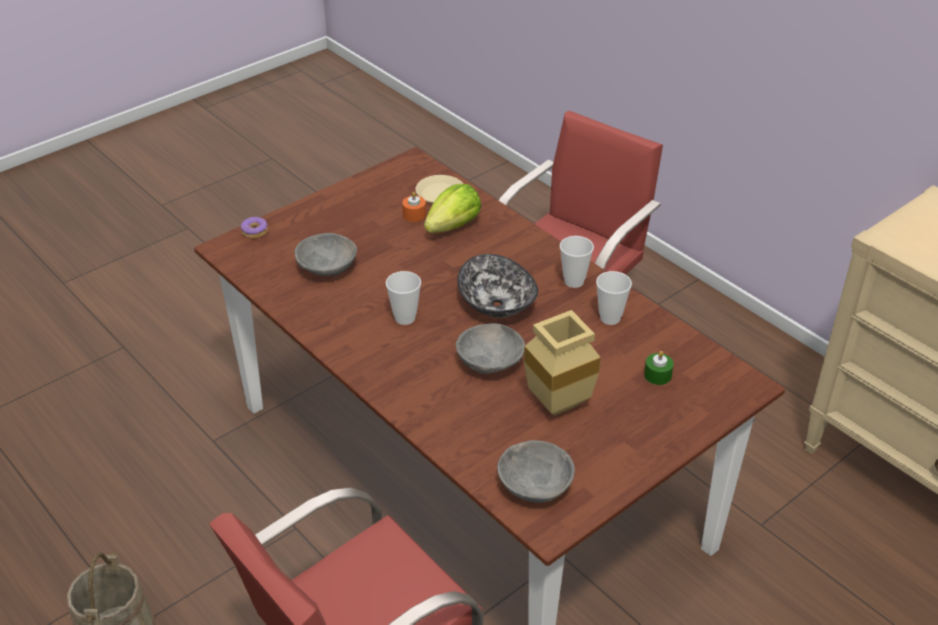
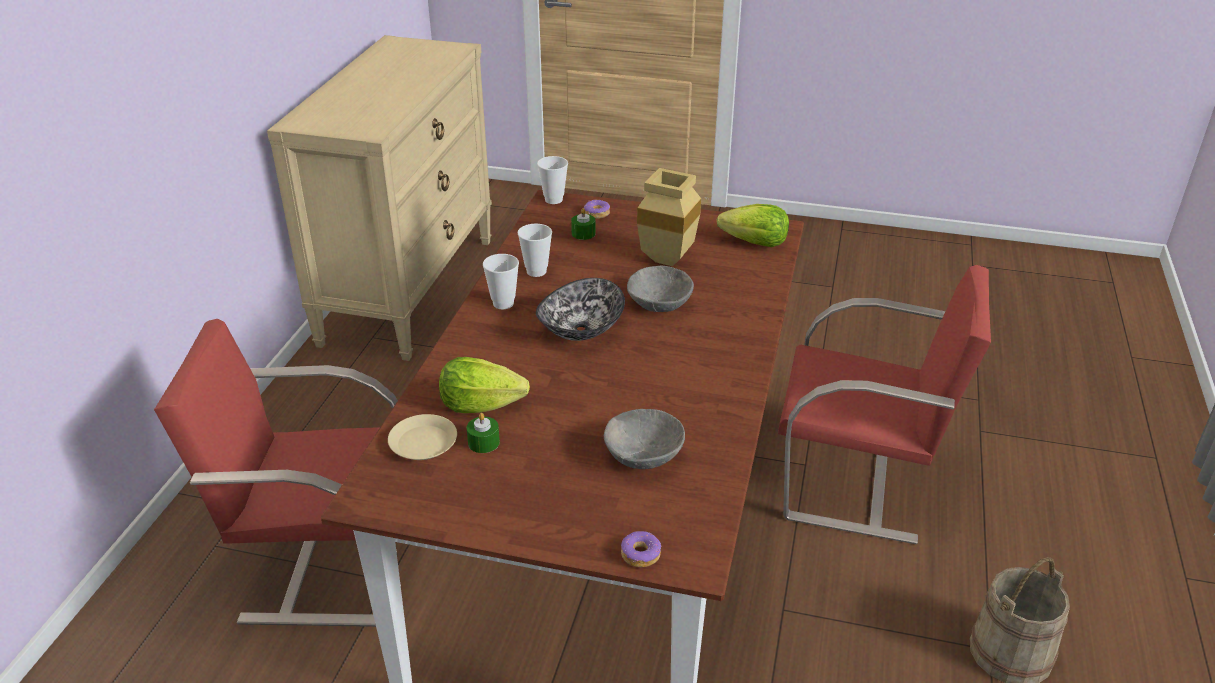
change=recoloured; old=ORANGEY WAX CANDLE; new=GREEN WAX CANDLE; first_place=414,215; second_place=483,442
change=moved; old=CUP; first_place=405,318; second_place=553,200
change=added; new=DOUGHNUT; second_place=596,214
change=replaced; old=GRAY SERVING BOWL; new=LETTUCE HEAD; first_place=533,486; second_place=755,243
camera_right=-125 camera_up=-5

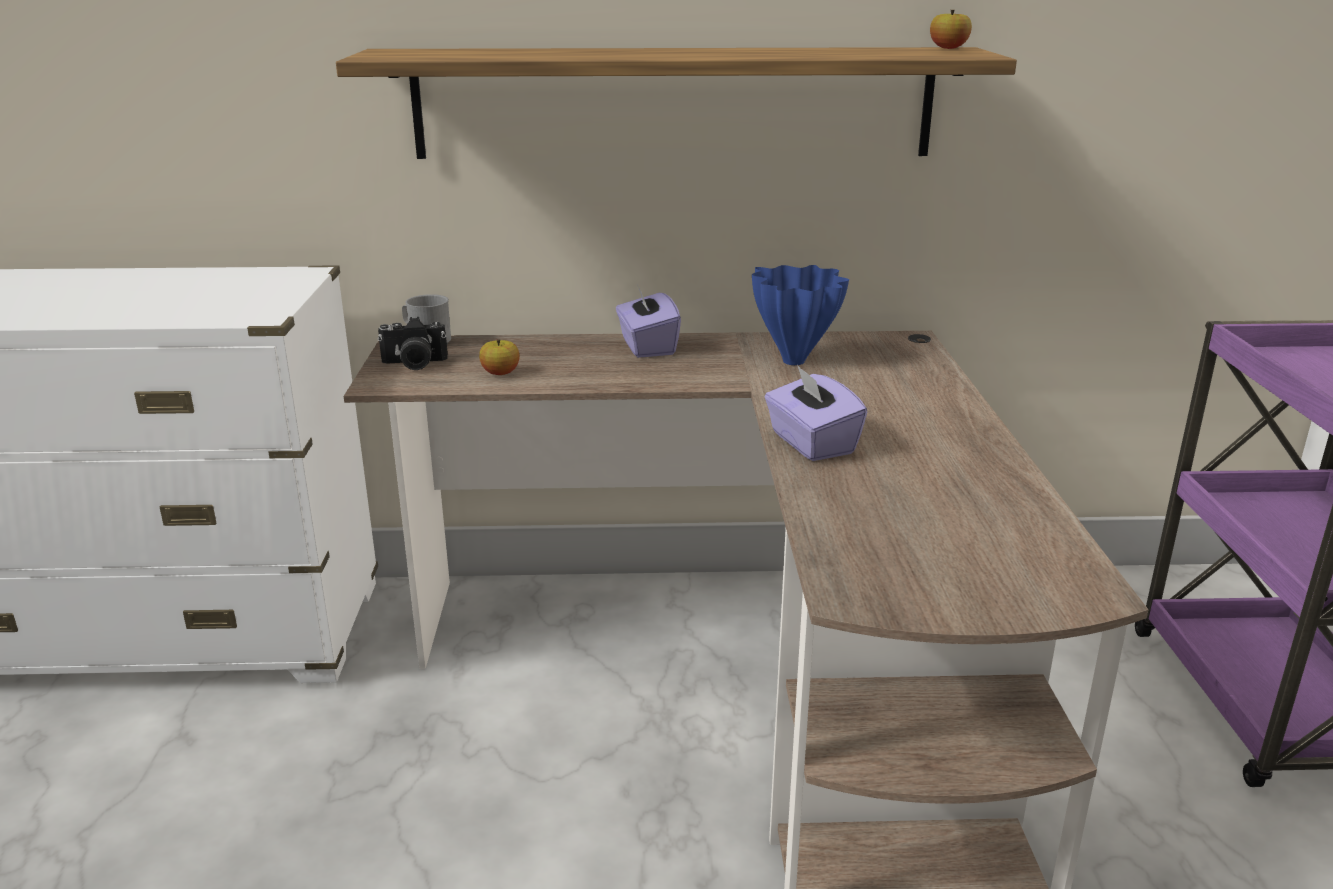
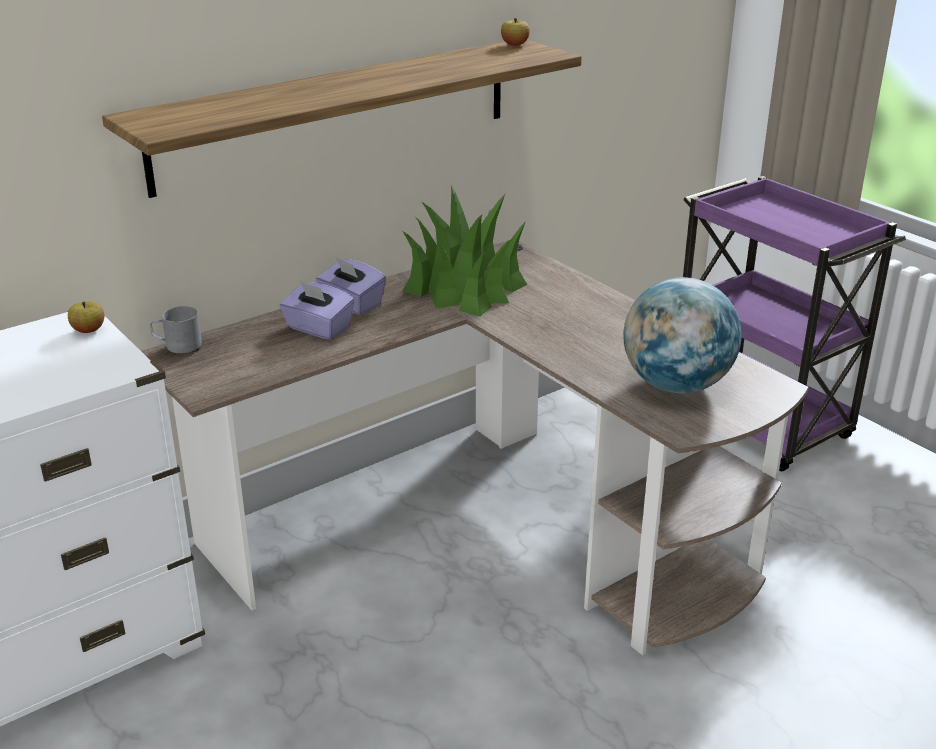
change=moved; old=APPLE; first_place=500,373; second_place=88,330
change=moved; old=PURPLISH TISSUE BOX; first_place=811,443; second_place=318,328
change=replaced; old=BLUE-COLOURED FLOWER VASE; new=POTTED PLANT; first_place=795,362; second_place=464,288
change=added; new=WORLD GLOBE; second_place=676,385
change=removed; old=STILL CAMERA; first_place=414,364
camera_right=-35 camera_up=5

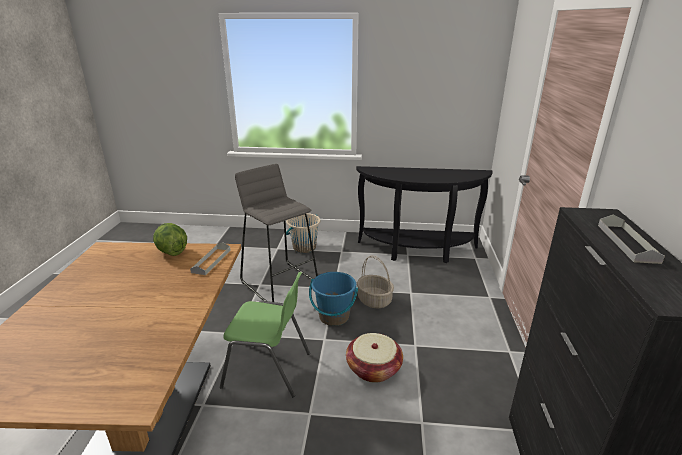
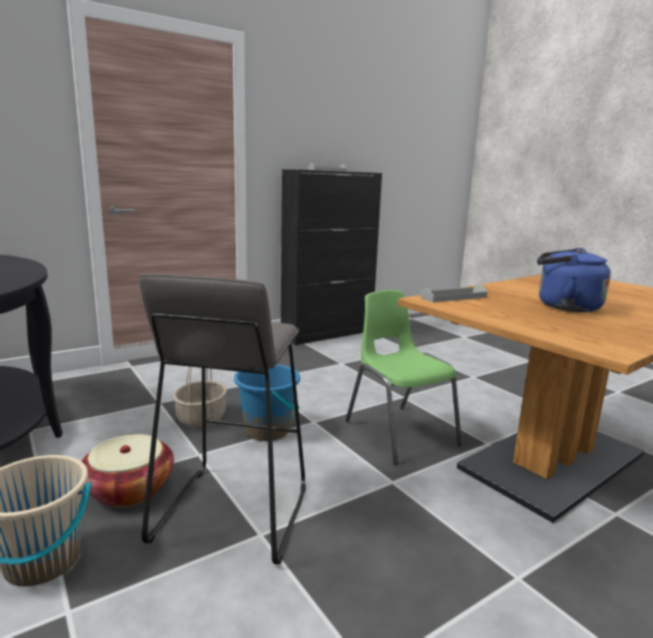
change=moved; old=STORAGE BASKET; first_place=373,368; second_place=129,489
change=added; new=BLUE-COLOURED TEA KETTLE; second_place=564,306
change=removed; old=LETTUCE HEAD; first_place=171,252
camera_right=-130 camera_up=-10

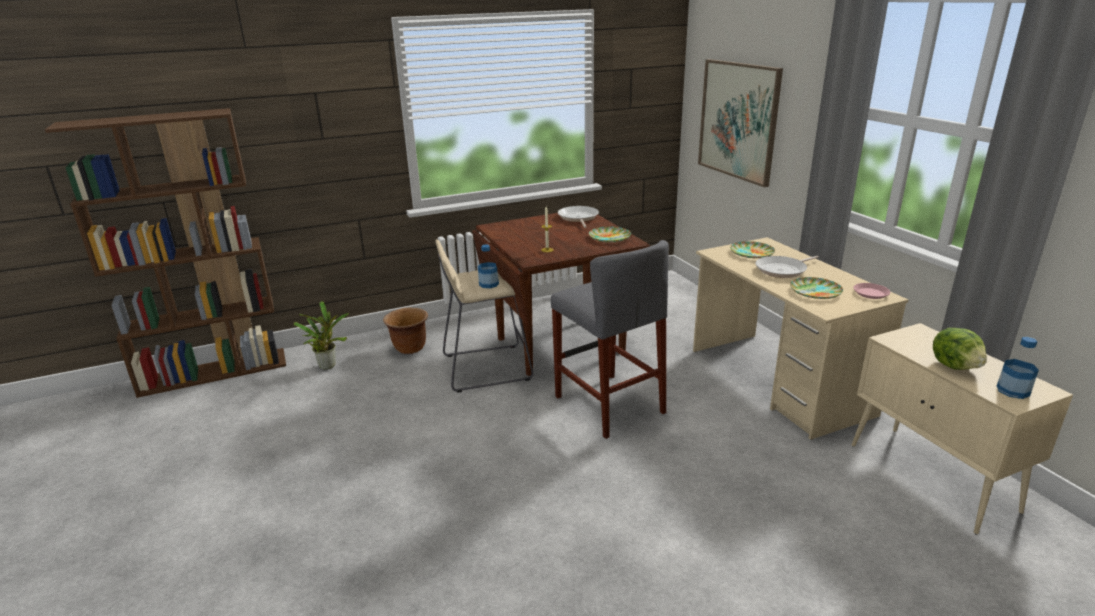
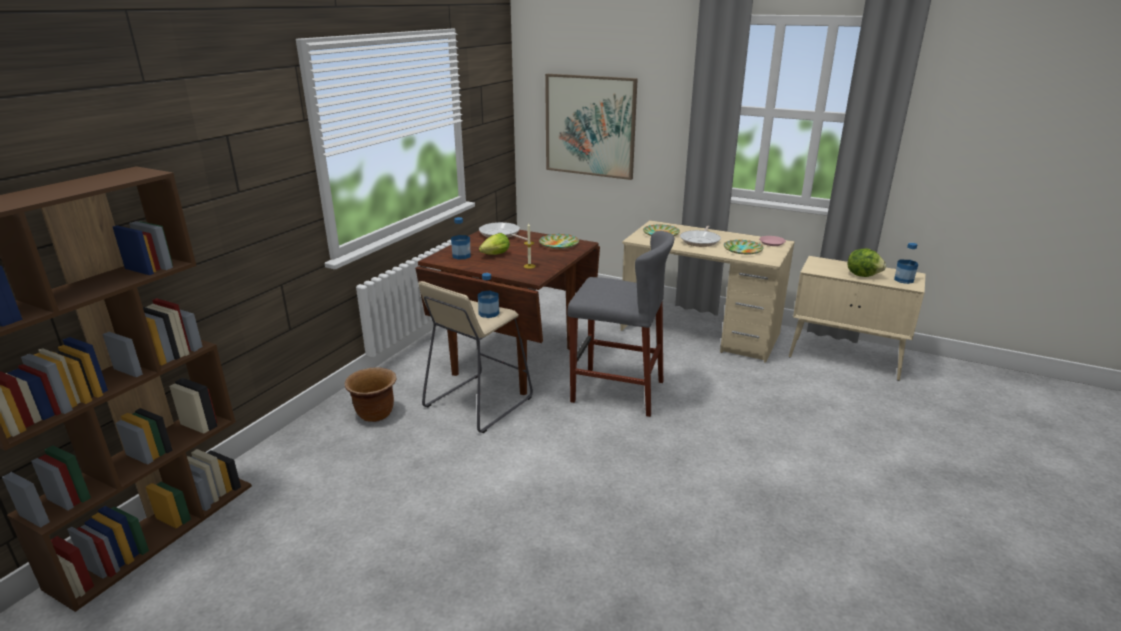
change=added; new=BEVERAGE BOTTLE; second_place=461,256
change=added; new=LETTUCE HEAD; second_place=494,255
change=removed; old=POTTED PLANT; first_place=328,364
camera_right=-40 camera_up=0

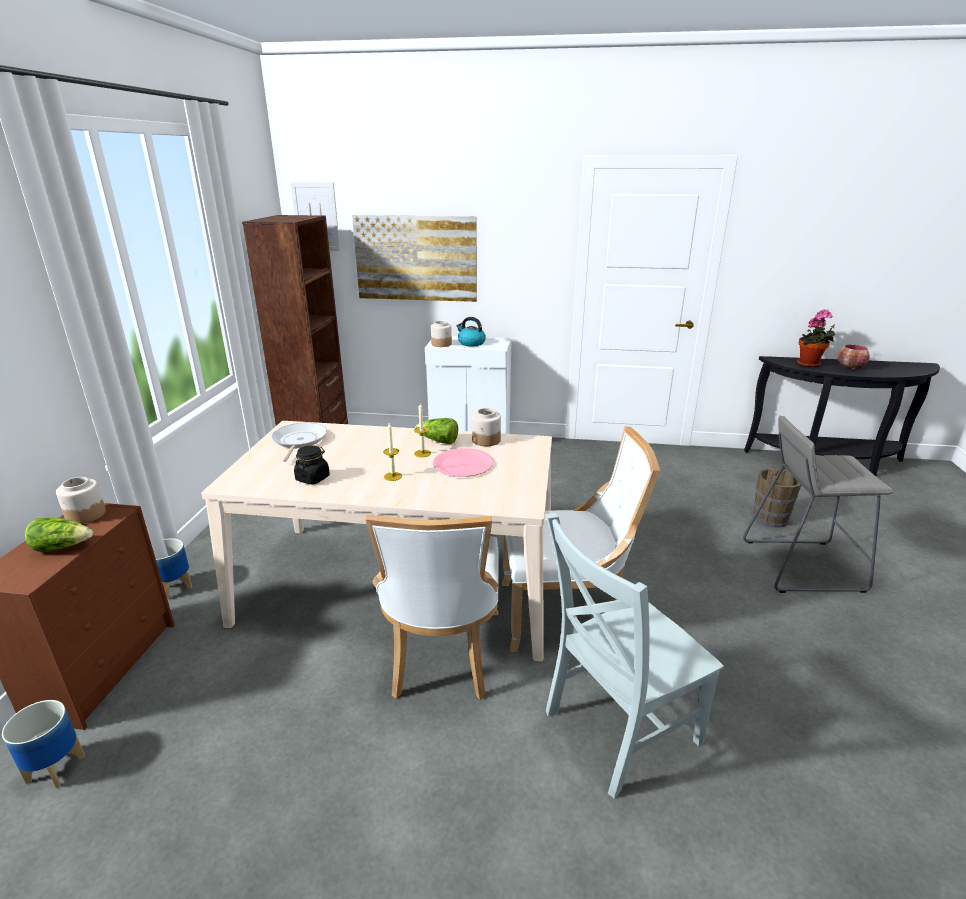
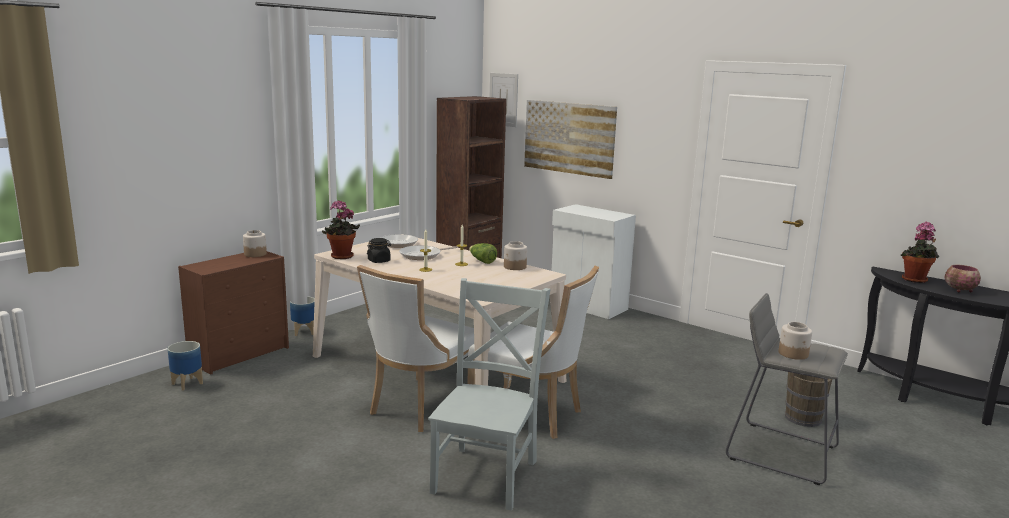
change=added; new=POTTED PLANT; second_place=341,257
change=added; new=SKILLET; second_place=422,255
change=turned; old=GRAY PLAIN CHAIR; first_place=616,729; second_place=487,474; degrees=105
change=moved; old=PRESERVE JAR; first_place=441,344; second_place=793,354
change=removed; old=LETTUCE HEAD; first_place=63,547
change=removed; old=PINK-COLOURED DINNER PLATE; first_place=463,464
change=removed; old=TEA KETTLE; first_place=471,343
camera_right=30 camera_up=-10

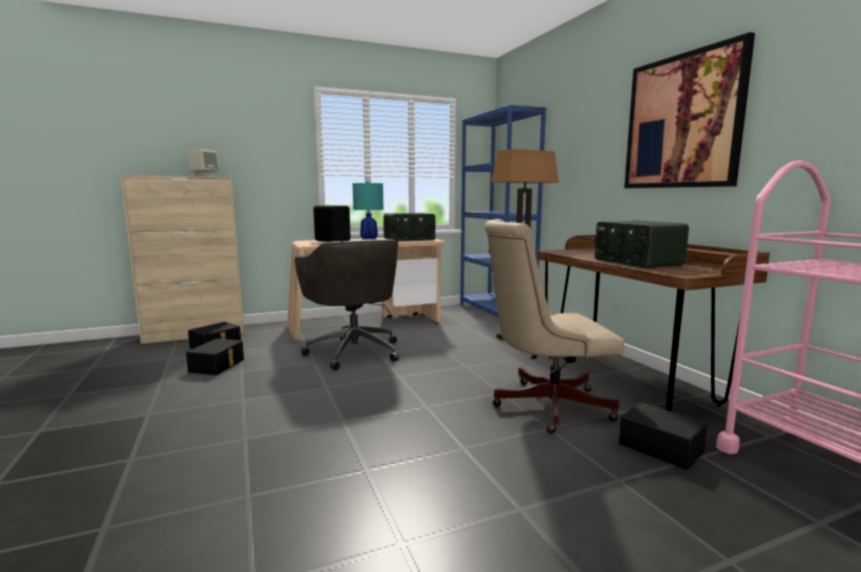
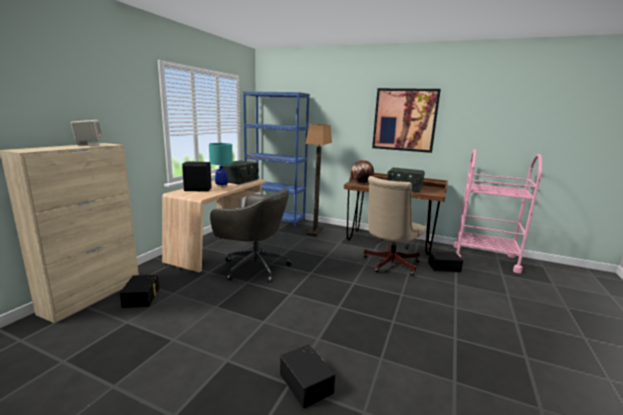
change=moved; old=BLACK-COLOURED STORAGE BIN; first_place=218,365; second_place=307,382
change=added; new=WORLD GLOBE; second_place=361,183
camera_right=-45 camera_up=5

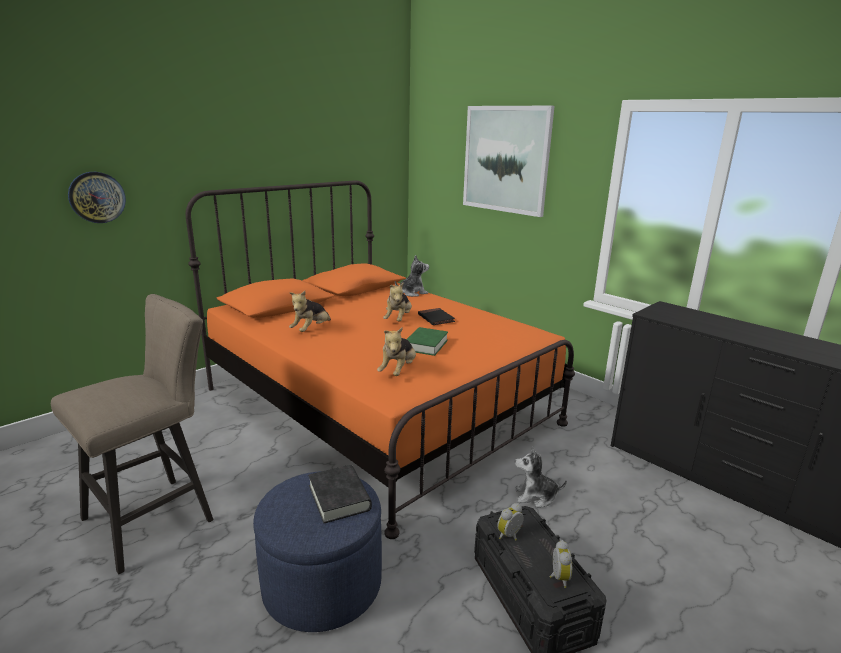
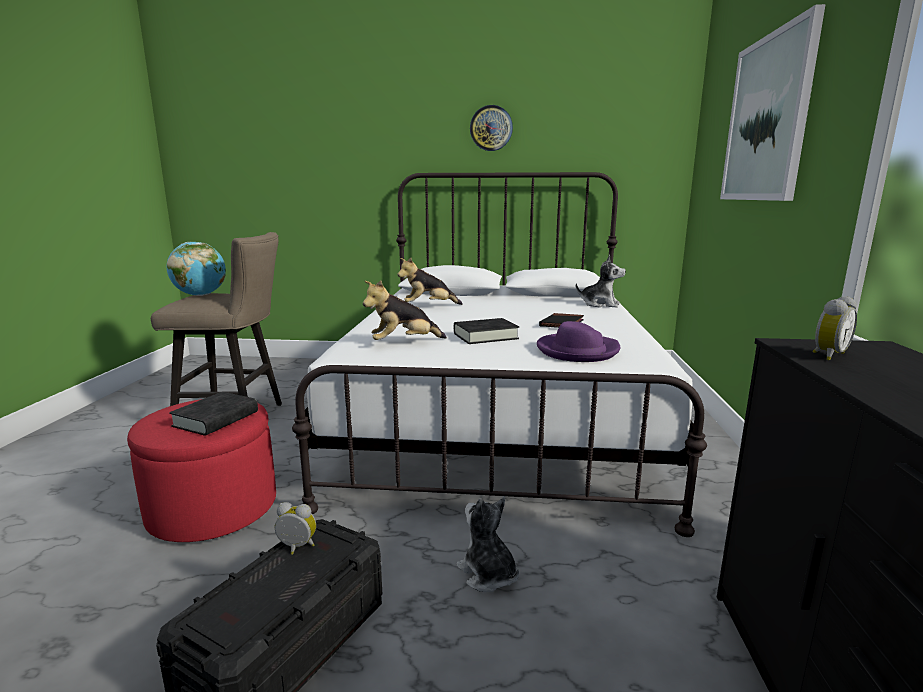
change=recoloured; old=BLUE-COLOURED POUFFE; new=RED POUFFE; first_place=322,584; second_place=213,508
change=added; new=WORLD GLOBE; second_place=200,295
change=recoloured; old=ORANGEY BED; new=WHITE-COLOURED BED; first_place=378,406; second_place=498,420
change=recoloured; old=GREEN BOOK; new=BLACK-COLOURED BOOK; first_place=425,345; second_place=485,336
change=moved; old=HANGING CLOCK; first_place=97,197; second_place=491,128
change=added; new=PURPLISH HAT; second_place=577,351
change=moved; old=TABLE CLOCK; first_place=558,577; second_place=827,355
change=removed; old=PLUSH TOY; first_place=398,319
camera_right=50 camera_up=-5

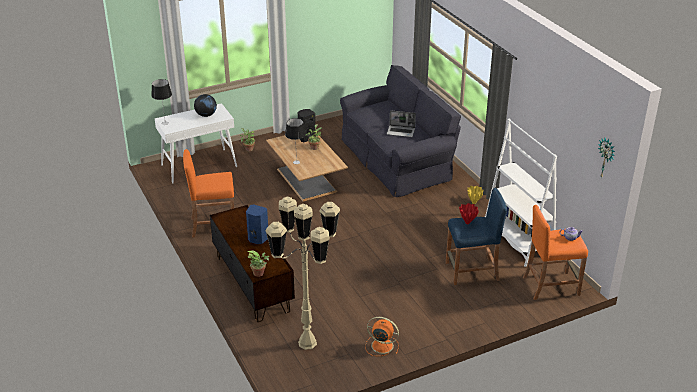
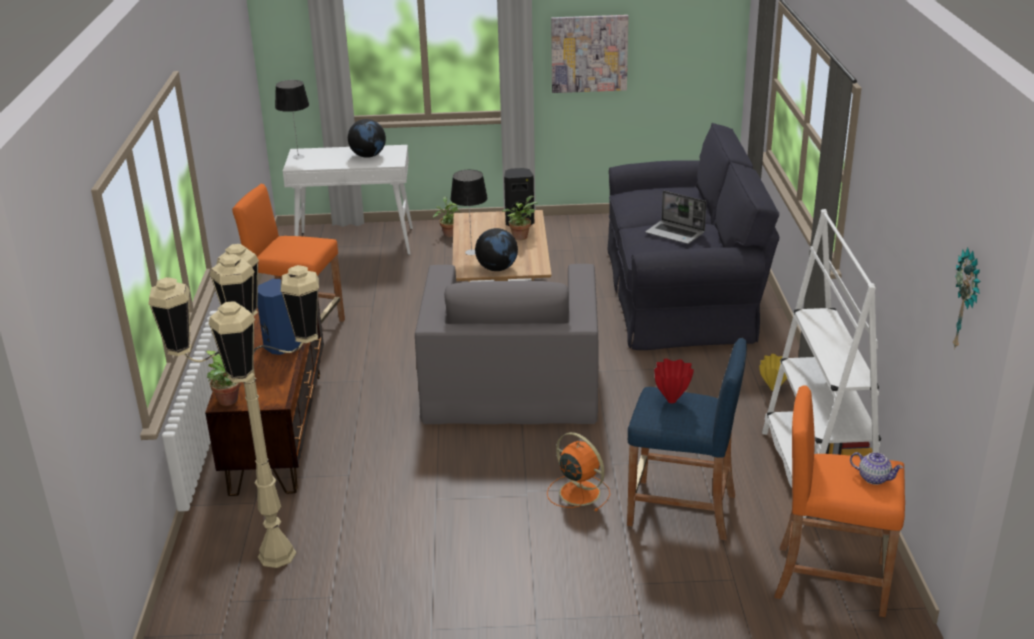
change=added; new=GRAY EASY CHAIR; second_place=511,383
change=added; new=WORLD GLOBE; second_place=497,268
change=moved; old=ORANGEY FAN; first_place=381,345; second_place=578,492
change=added; new=WALL ART; second_place=589,53
camera_right=25 camera_up=-5

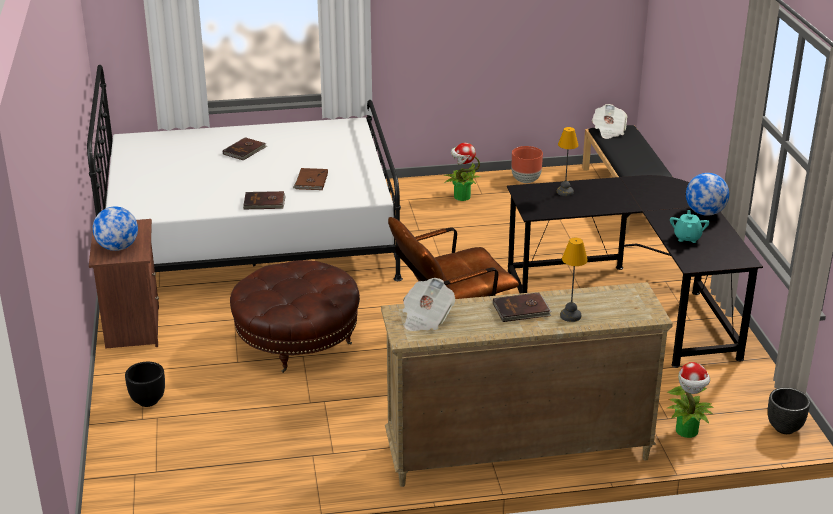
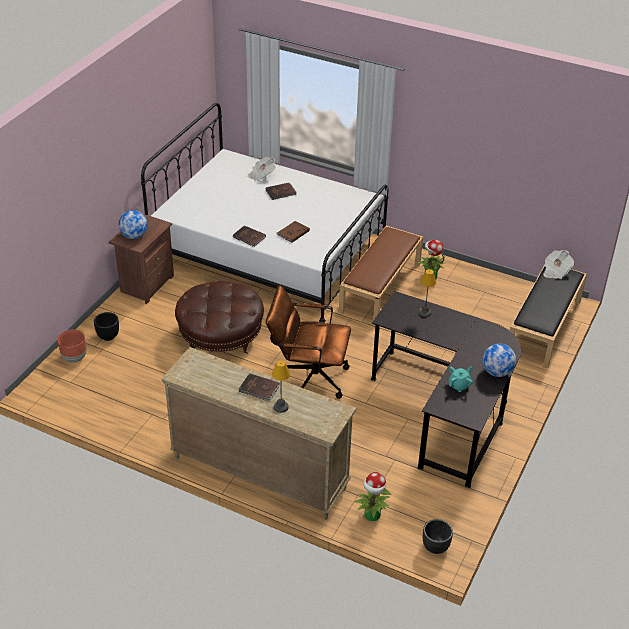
change=moved; old=BROWN-COLOURED FLOWER POT; first_place=525,180; second_place=74,358
change=moved; old=NEWSPAPER; first_place=426,318; second_place=261,175
change=added; new=BROWN-COLOURED LONG SEAT; second_place=380,287
camera_right=35 camera_up=10

